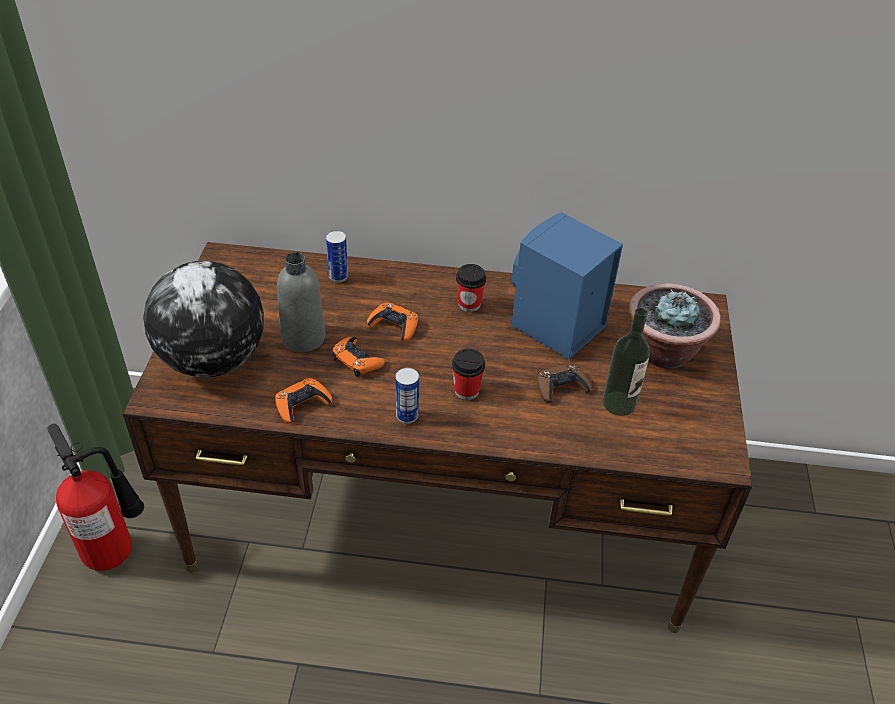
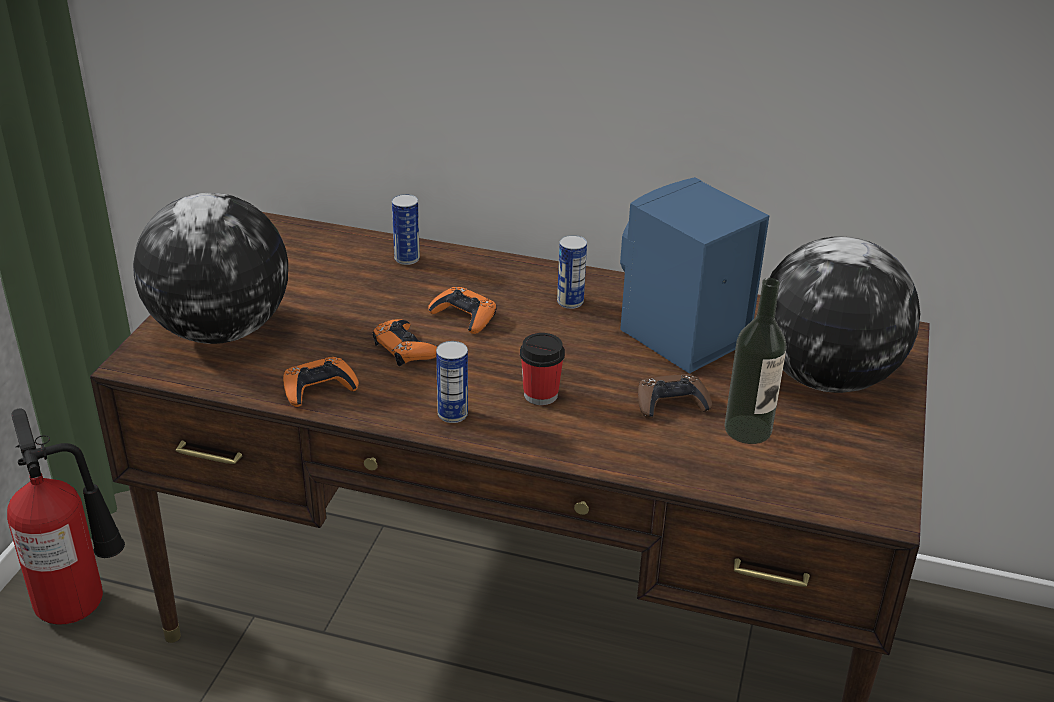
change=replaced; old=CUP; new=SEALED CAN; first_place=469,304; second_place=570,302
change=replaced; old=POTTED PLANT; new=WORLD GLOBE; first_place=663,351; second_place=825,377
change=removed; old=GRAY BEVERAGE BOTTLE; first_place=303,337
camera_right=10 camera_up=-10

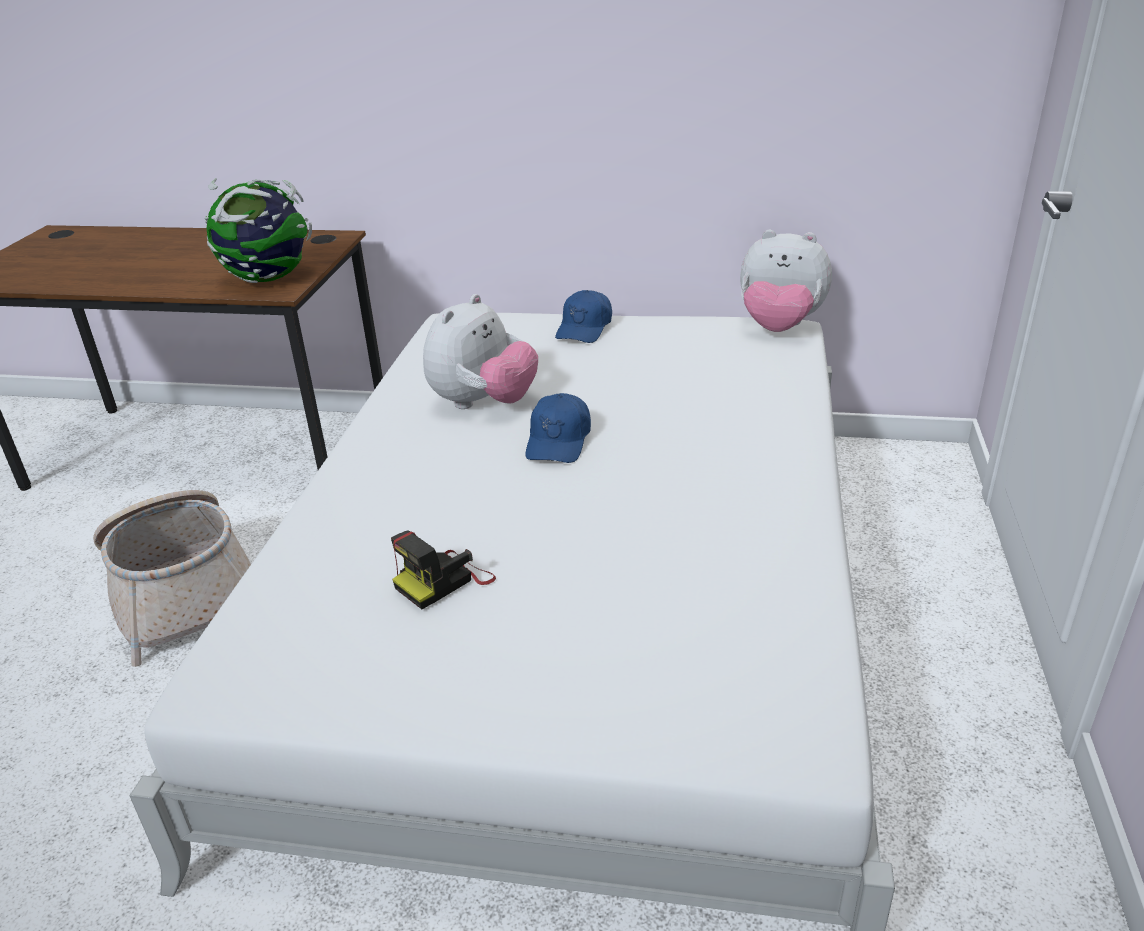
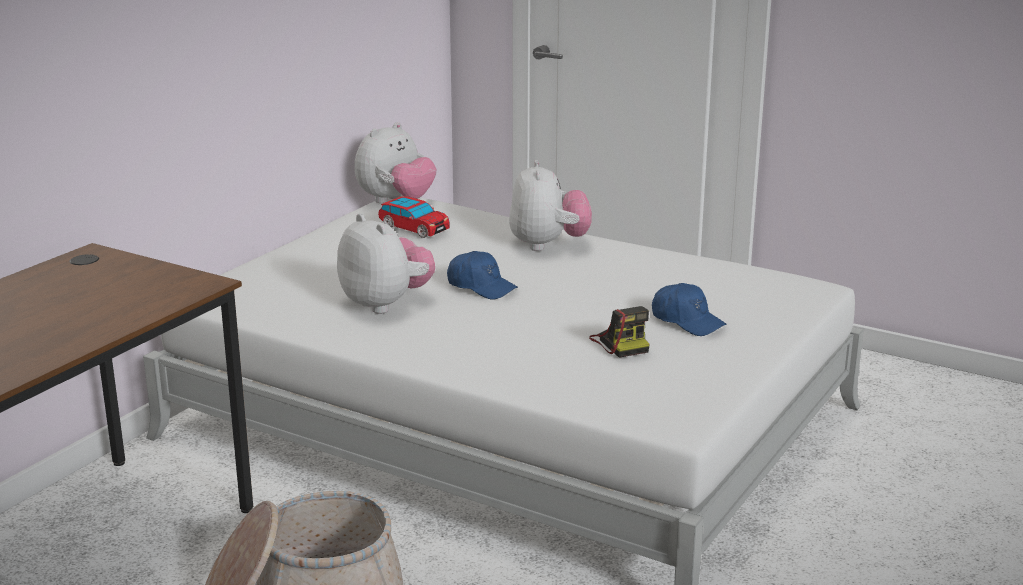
change=added; new=MODEL CAR; second_place=414,228
change=added; new=PLUSH TOY; second_place=548,245
change=moved; old=BLUE-COLOURED PEAKED CAP; first_place=585,328; second_place=687,321
change=removed; old=WORLD GLOBE; first_place=269,278
camera_right=-70 camera_up=-10

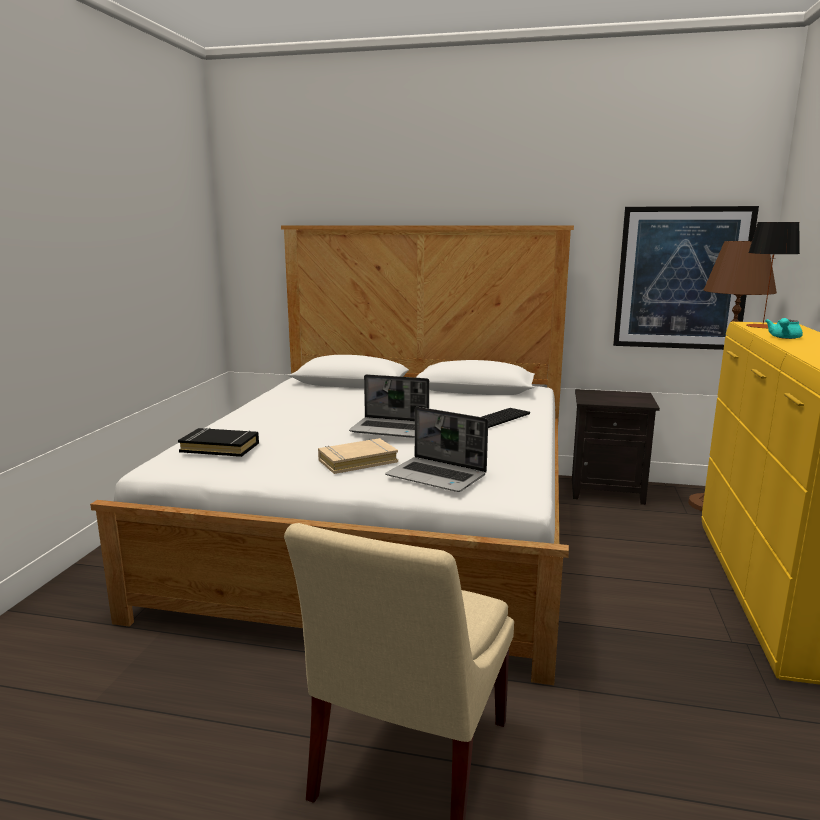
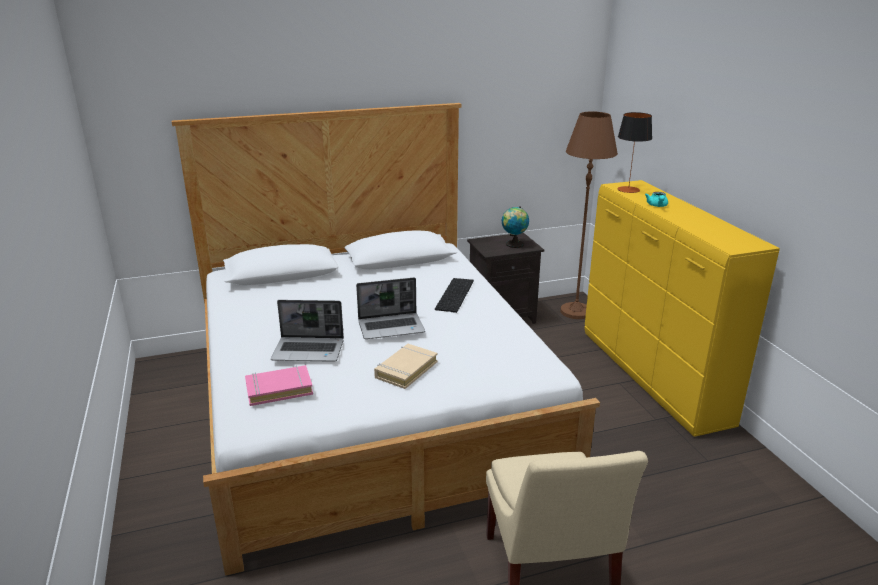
change=recoloured; old=BLACK-COLOURED BOOK; new=PINK-COLOURED BOOK; first_place=220,447; second_place=279,389
change=moved; old=LAPTOP; first_place=437,476; second_place=309,350
change=added; new=WORLD GLOBE; second_place=514,244
change=removed; old=WALL ART; first_place=682,278
camera_right=-30 camera_up=10

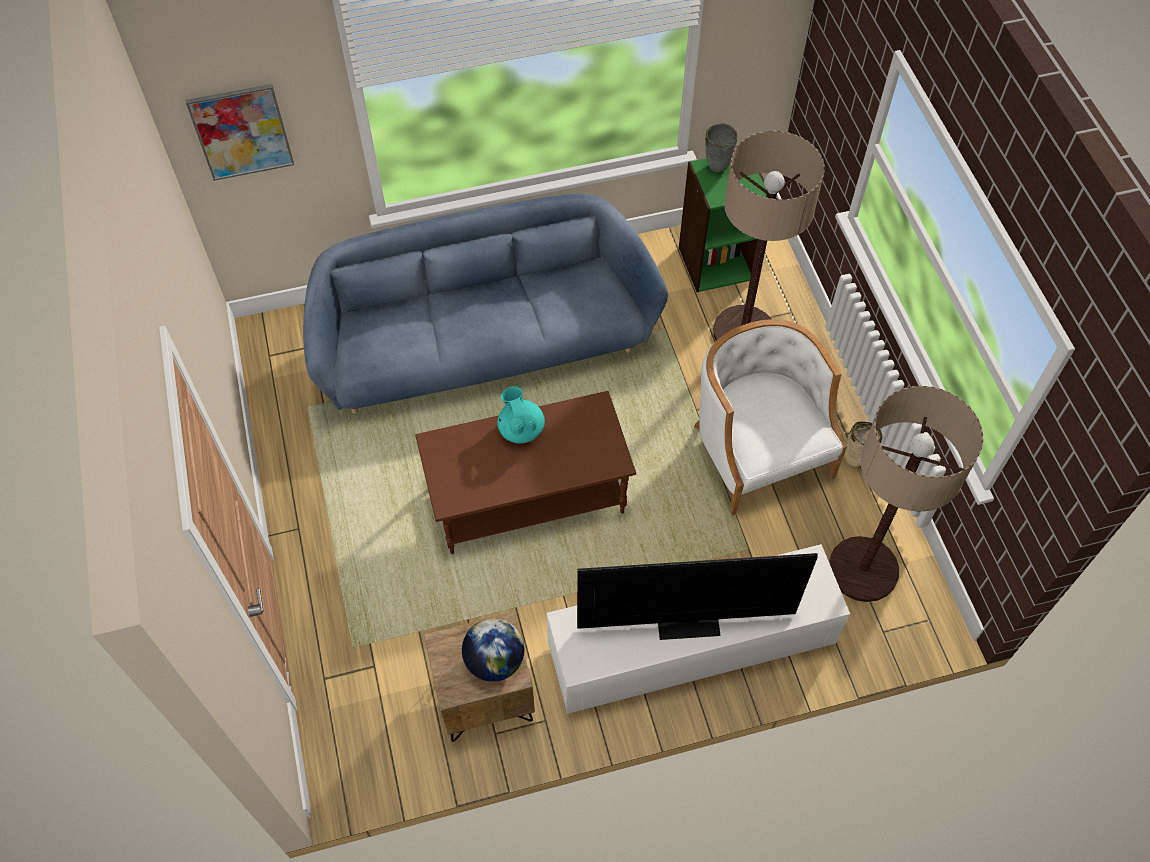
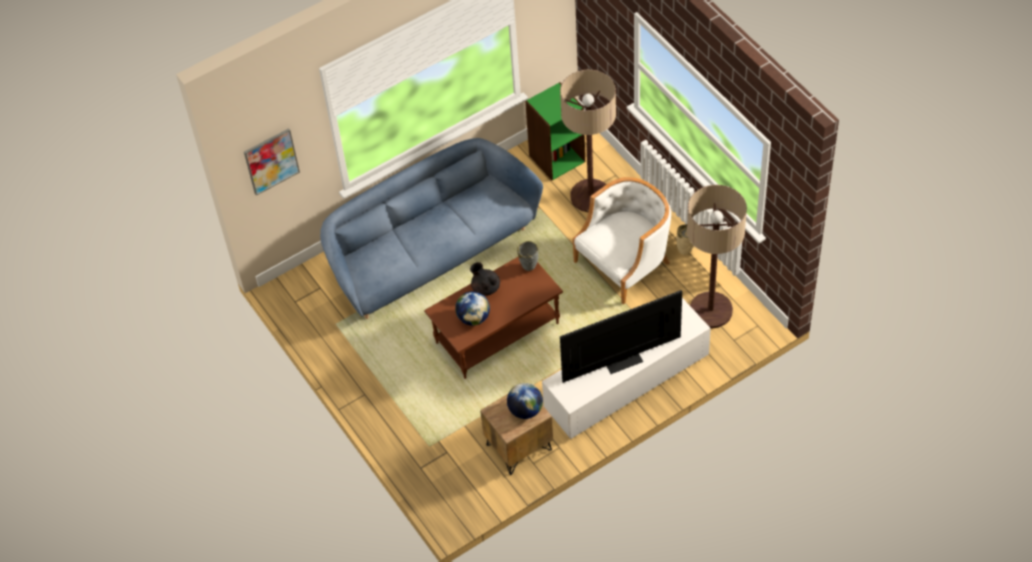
change=added; new=WORLD GLOBE; second_place=473,318
change=recoloured; old=TURQUOISE TEA POT; new=BLACK-COLOURED TEA POT; first_place=521,429; second_place=485,288
change=moved; old=GRAY FLOWER VASE; first_place=716,168; second_place=528,268
change=turned; old=WHITE-COLOURED EASY CHAIR; first_place=758,450; second_place=625,263; degrees=90
camera_right=-15 camera_up=-5

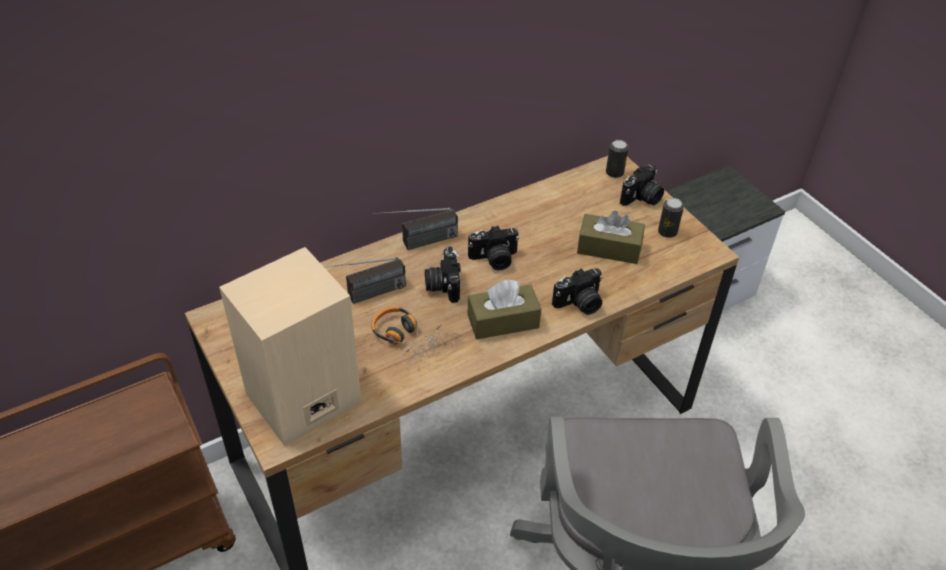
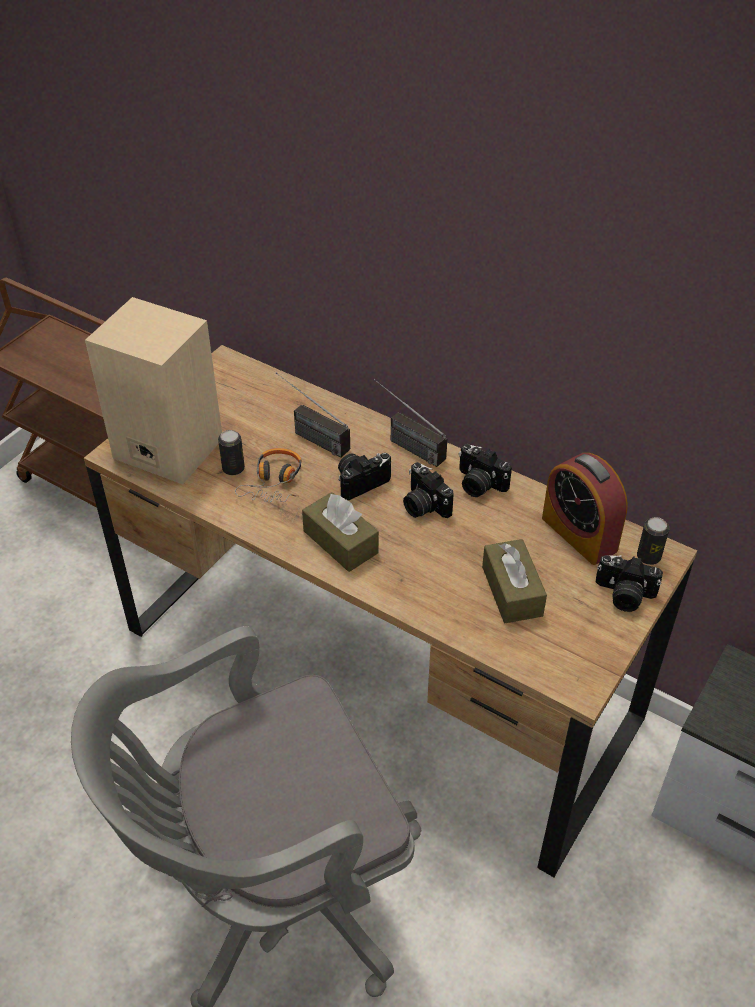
change=moved; old=SEALED CAN; first_place=667,232; second_place=233,468
change=moved; old=STILL CAMERA; first_place=579,304; second_place=478,484
change=added; new=TABLE CLOCK; second_place=579,534
camera_right=65 camera_up=0

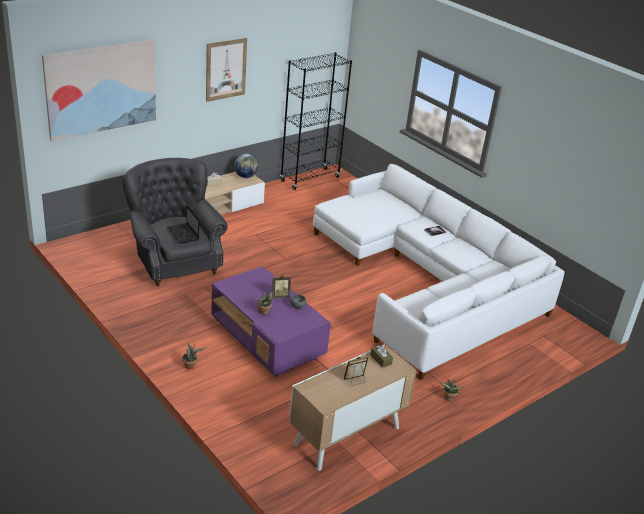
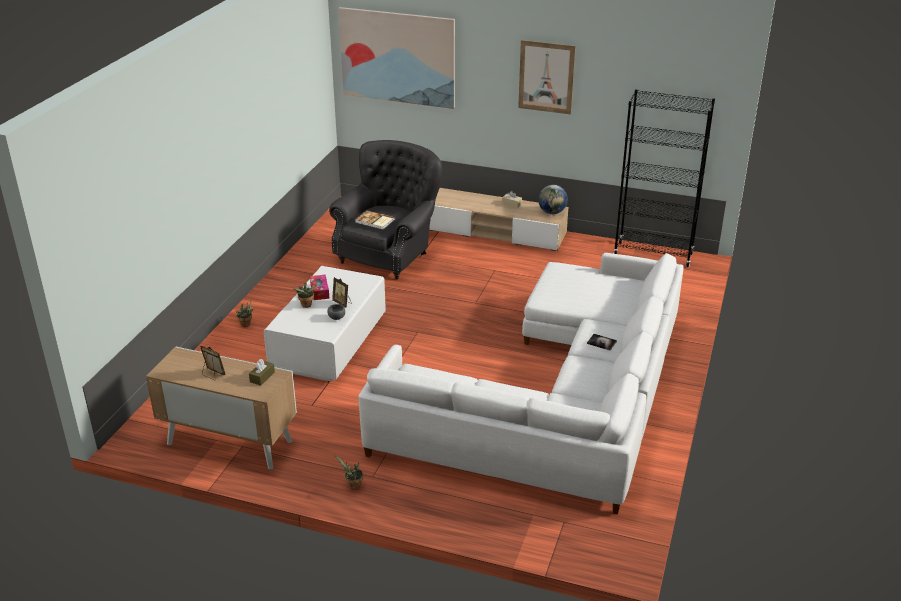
change=recoloured; old=PURPLISH COFFEE TABLE; new=WHITE-COLOURED COFFEE TABLE; first_place=267,338; second_place=329,344
change=added; new=TISSUE BOX; second_place=319,291
change=replaced; old=LAPTOP; new=BOOK; first_place=183,234; second_place=375,221
camera_right=60 camera_up=0

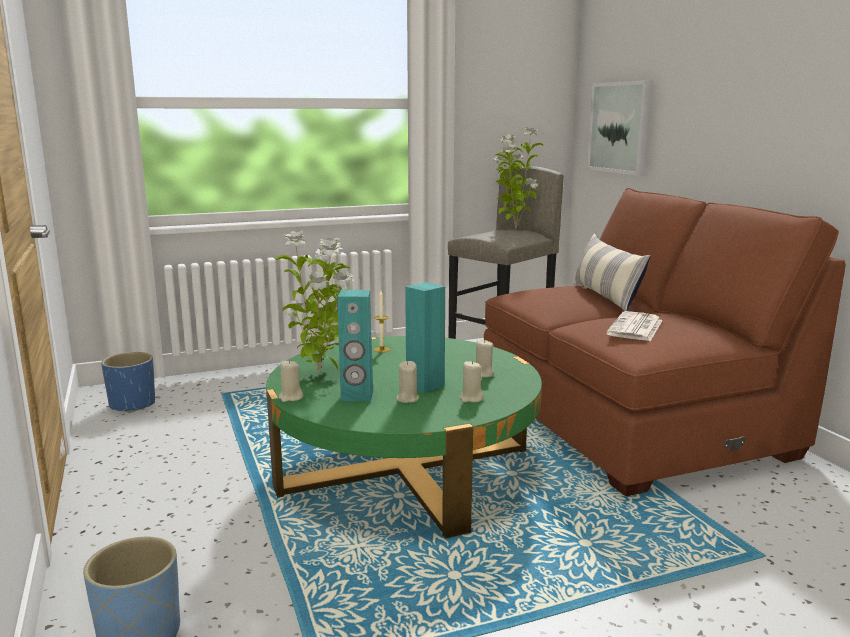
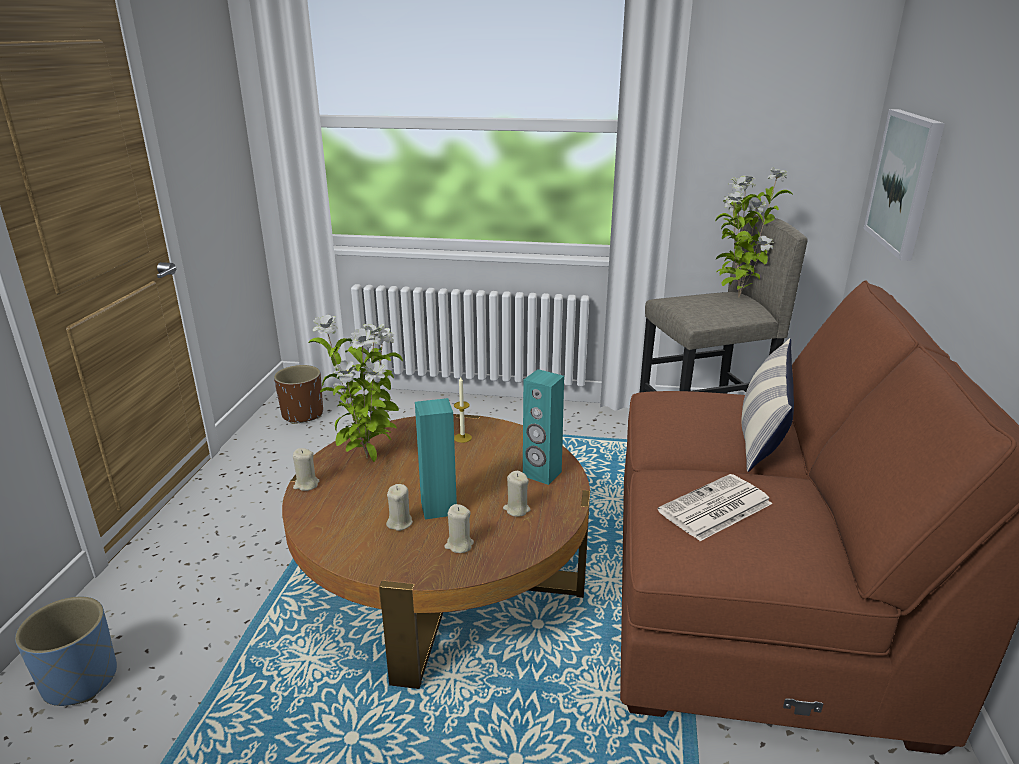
change=recoloured; old=BLUE-COLOURED FLOWER POT; new=BROWN-COLOURED FLOWER POT; first_place=133,405; second_place=303,415
change=recoloured; old=GREEN COFFEE TABLE; new=BROWN-COLOURED COFFEE TABLE; first_place=405,469; second_place=443,575
change=moved; old=TURQUOISE SPEAKER; first_place=357,396; second_place=541,474
camera_right=30 camera_up=10

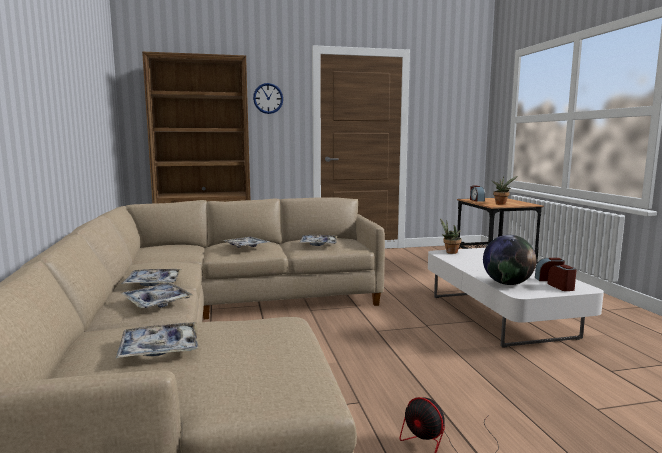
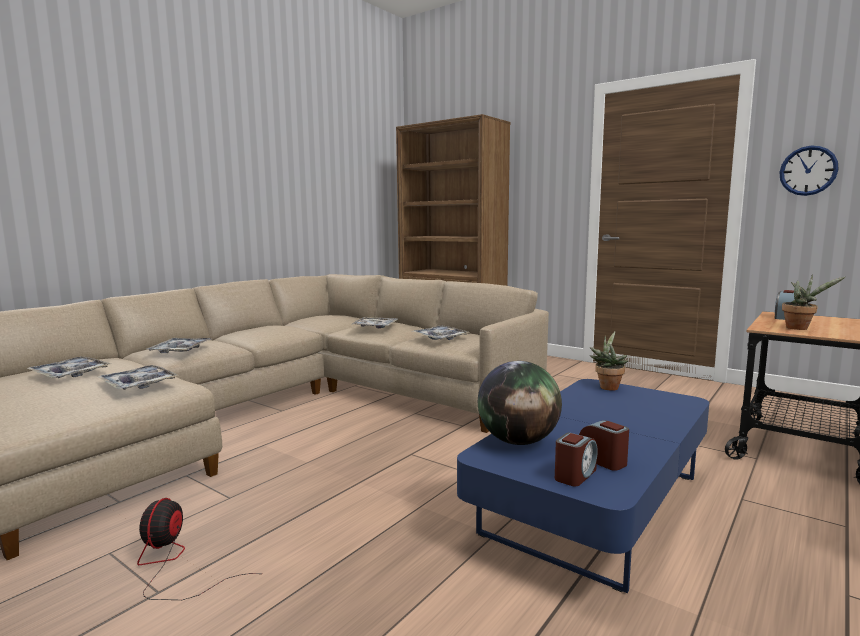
change=moved; old=TRAY; first_place=153,283; second_place=139,384
change=recoloured; old=WHITE-COLOURED COFFEE TABLE; new=BLUE-COLOURED COFFEE TABLE; first_place=499,316; second_place=594,504
change=moved; old=HANGING CLOCK; first_place=268,98; second_place=808,170
camera_right=50 camera_up=0

